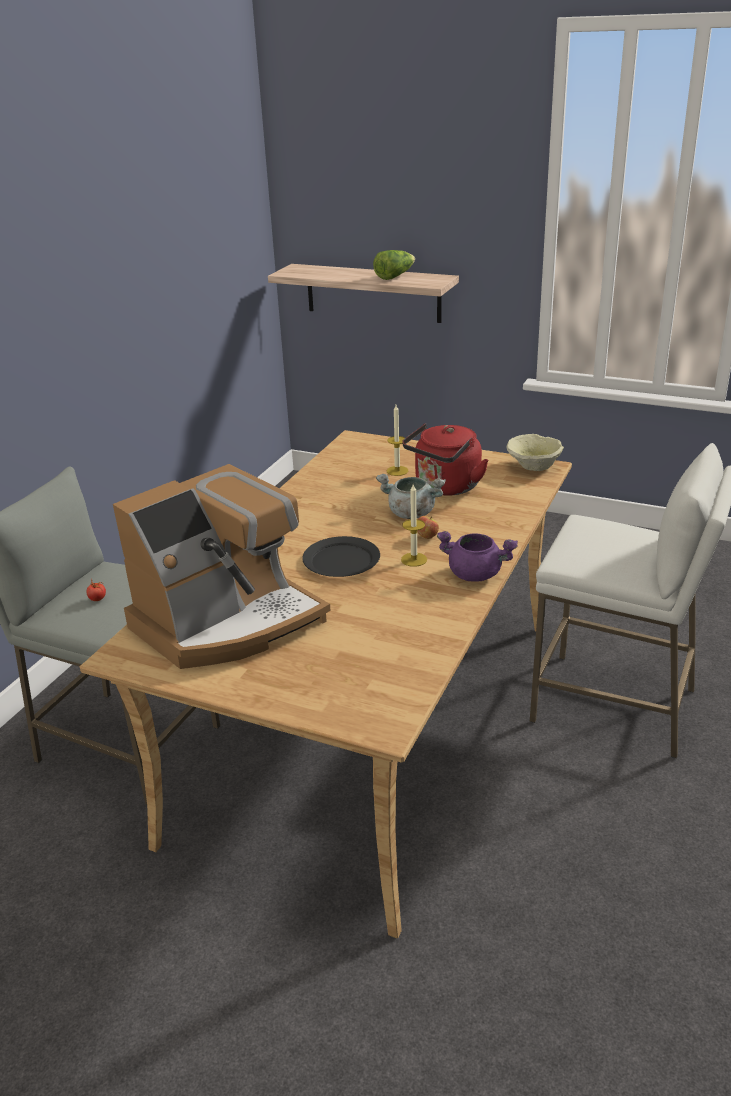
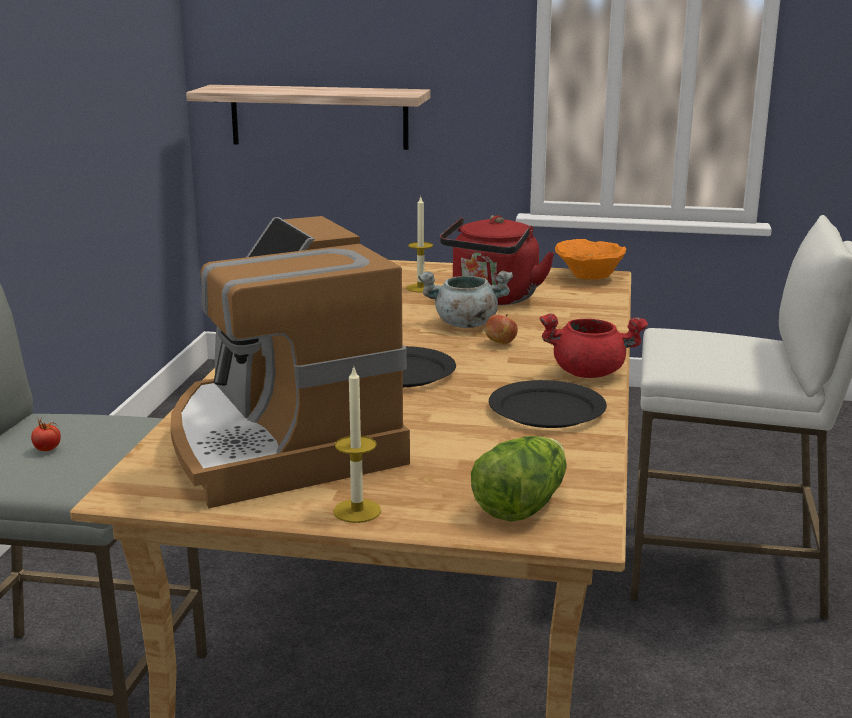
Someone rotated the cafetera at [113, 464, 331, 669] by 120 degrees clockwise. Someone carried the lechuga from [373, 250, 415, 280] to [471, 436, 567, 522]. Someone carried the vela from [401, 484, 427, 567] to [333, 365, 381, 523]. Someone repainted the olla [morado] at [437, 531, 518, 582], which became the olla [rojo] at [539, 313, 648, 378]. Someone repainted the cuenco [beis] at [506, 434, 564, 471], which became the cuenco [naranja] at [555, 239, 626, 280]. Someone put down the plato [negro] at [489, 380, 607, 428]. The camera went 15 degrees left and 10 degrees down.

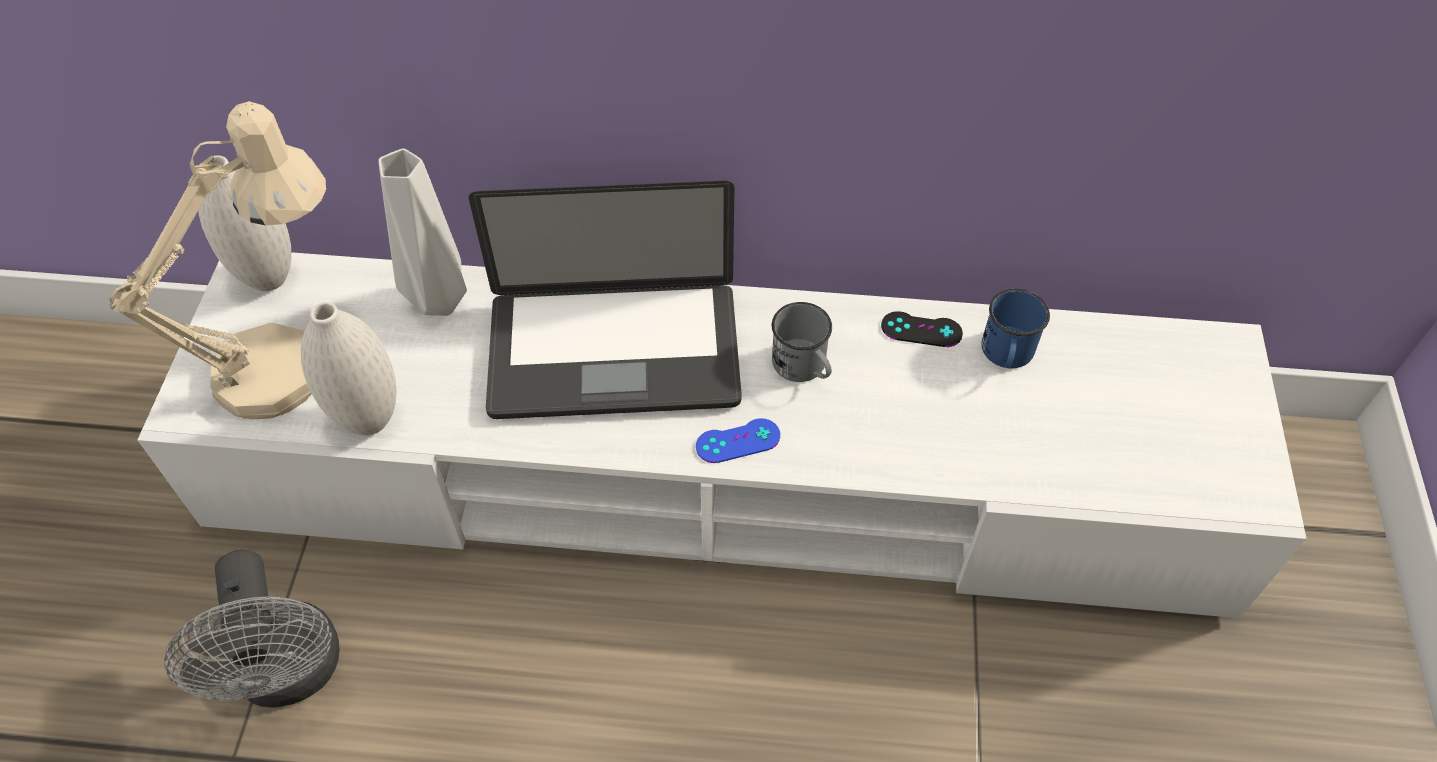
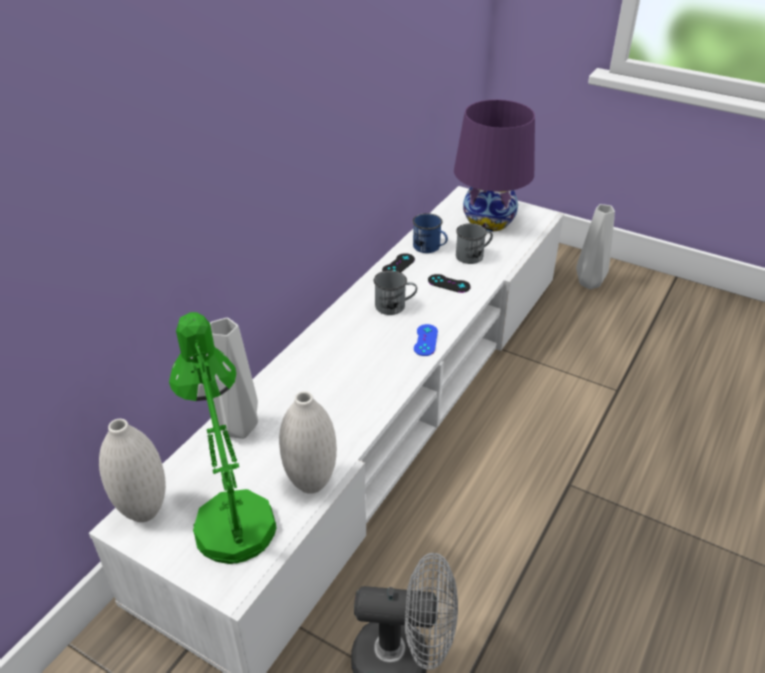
Someone repainted the lámpara de mesa [beis] at [109, 101, 326, 419], which became the lámpara de mesa [verde] at [169, 312, 276, 564]. Someone took away the portátil at [469, 180, 742, 419]. Someone put down the mando de consola [negro] at [428, 274, 471, 293]. Someone put down the lámpara de mesa [morado] at [454, 100, 535, 232]. Someone put down the taza grande [gris] at [456, 223, 493, 264]. Someone put down the florero [gris] at [576, 204, 615, 289]. The camera went 65 degrees left and 15 degrees down.

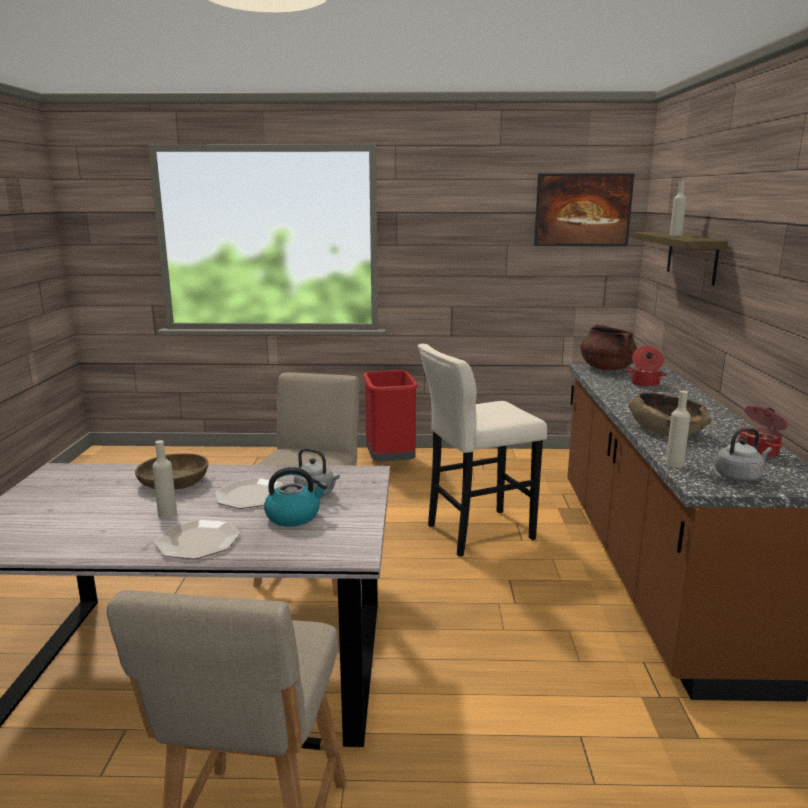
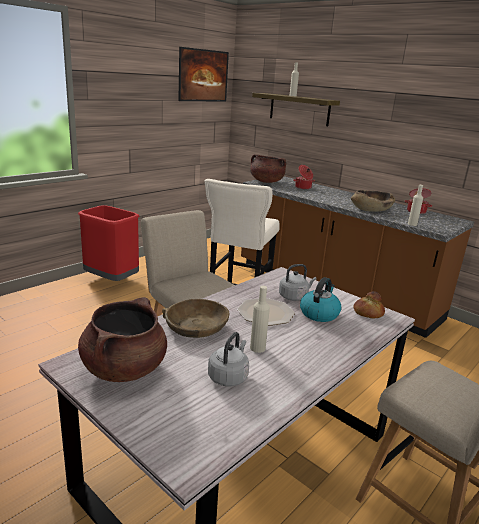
Someone took away the plato at [154, 519, 240, 559]. Someone carried the hervidor [gris] from [715, 428, 772, 482] to [208, 332, 249, 386]. Someone put down the olla [marrón] at [78, 297, 167, 382]. Someone put down the pan at [354, 291, 385, 318]. The camera went 50 degrees left and 5 degrees up.

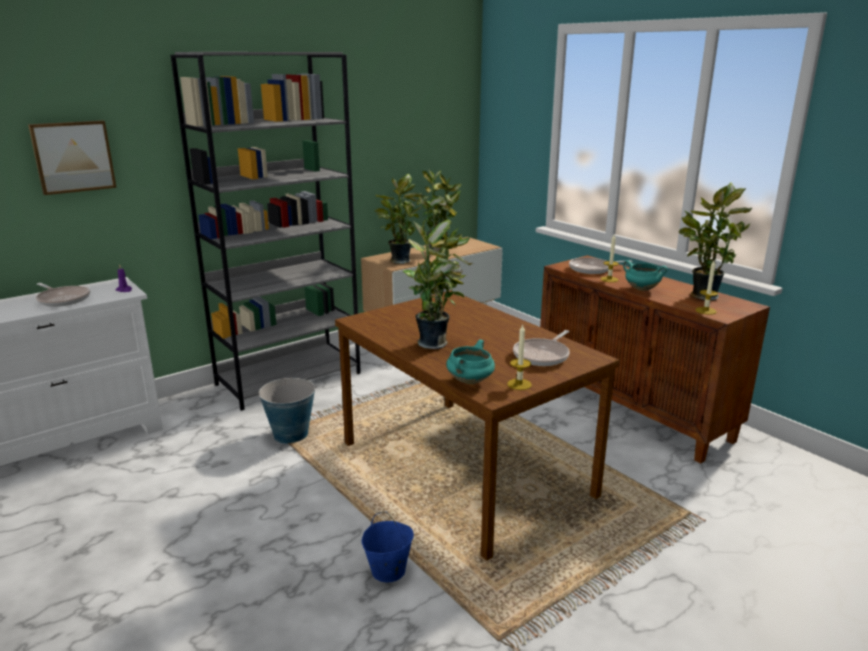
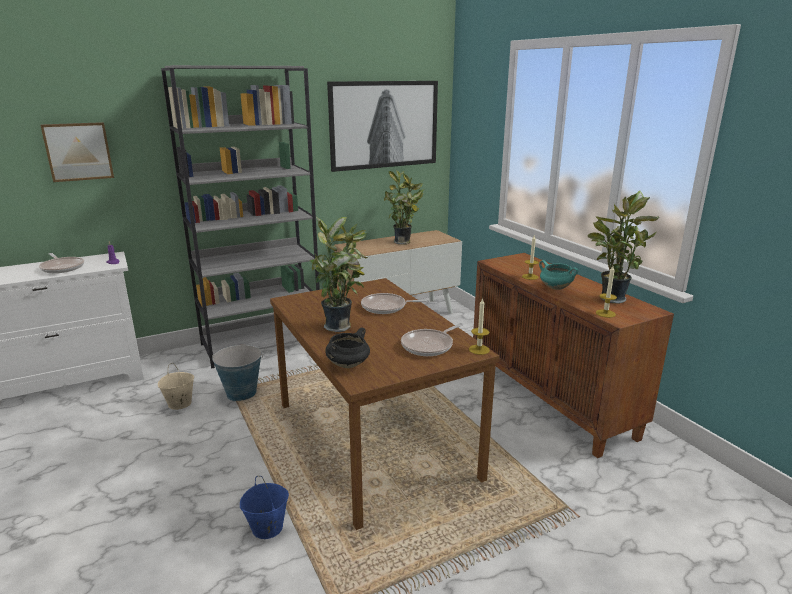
Someone took away the planta en maceta at [375, 174, 423, 264]. Someone repainted the olla [turquesa] at [446, 340, 495, 384], which became the olla [negro] at [325, 327, 370, 368]. Someone carried the vela from [507, 324, 532, 390] to [469, 298, 490, 355]. Someone carried the sartén from [569, 257, 633, 274] to [361, 293, 430, 314]. Someone put down the cubo [beis] at [158, 363, 194, 410]. Someone put up the cuadro at [327, 81, 438, 172]. The camera went 10 degrees right and 0 degrees up.

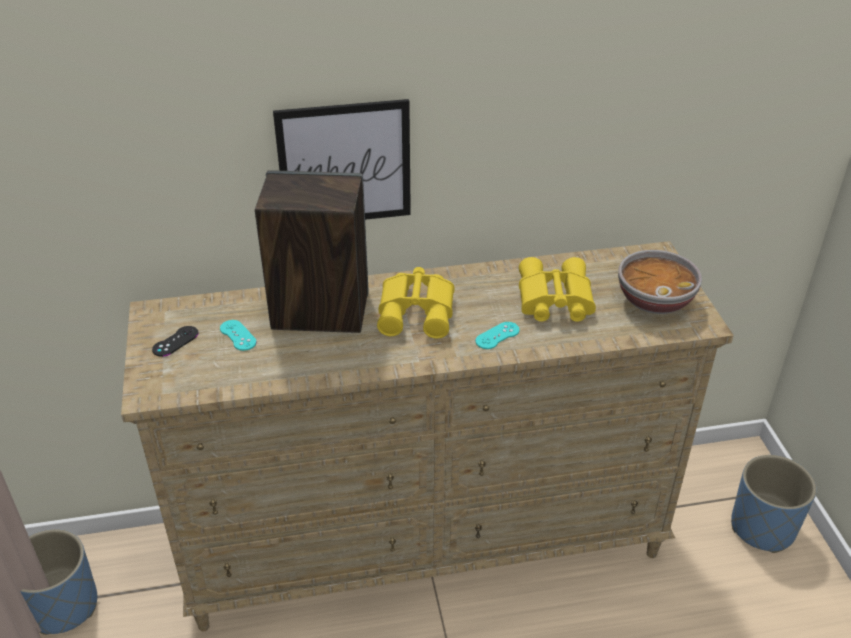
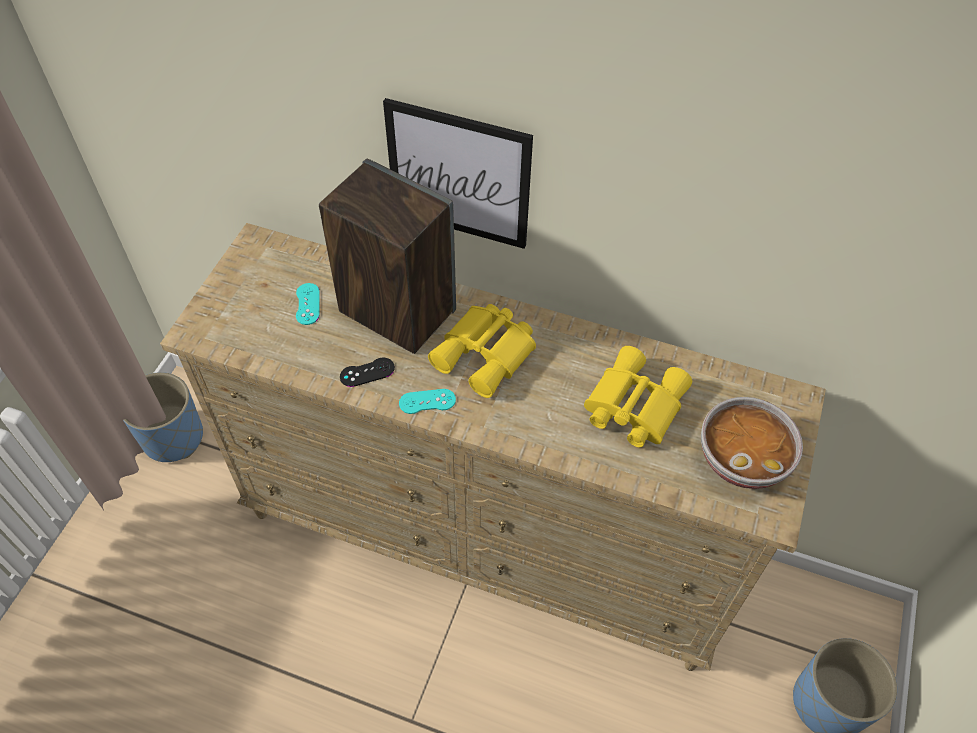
Someone carried the mando de consola [negro] from [152, 326, 199, 357] to [340, 358, 395, 387]. Someone carried the mando de consola [turquesa] from [475, 322, 520, 349] to [399, 389, 456, 414]. The camera went 30 degrees right and 15 degrees up.

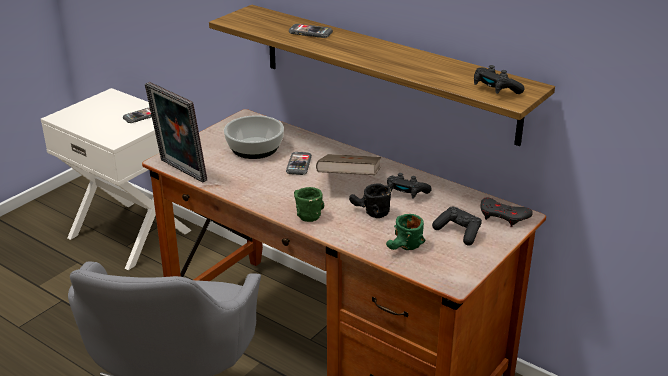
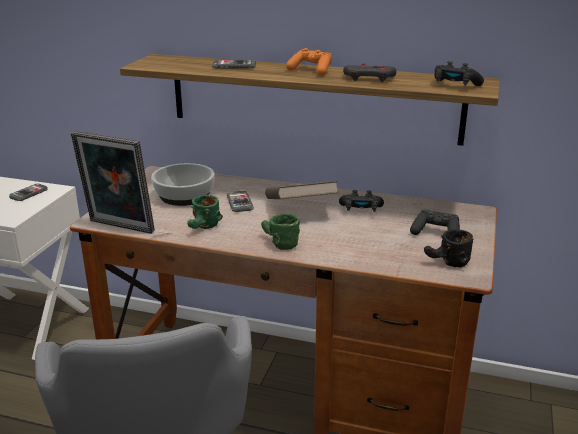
Someone carried the taza grande [negro] from [349, 183, 391, 218] to [424, 229, 474, 267]. Someone carried the taza grande [verde] from [386, 214, 425, 250] to [187, 195, 223, 229]. Someone carried the mando de consola [gris] from [480, 197, 533, 227] to [343, 63, 396, 83]. Someone put down the mando de consola [naranja] at [286, 48, 332, 76]. The camera went 20 degrees left and 5 degrees down.

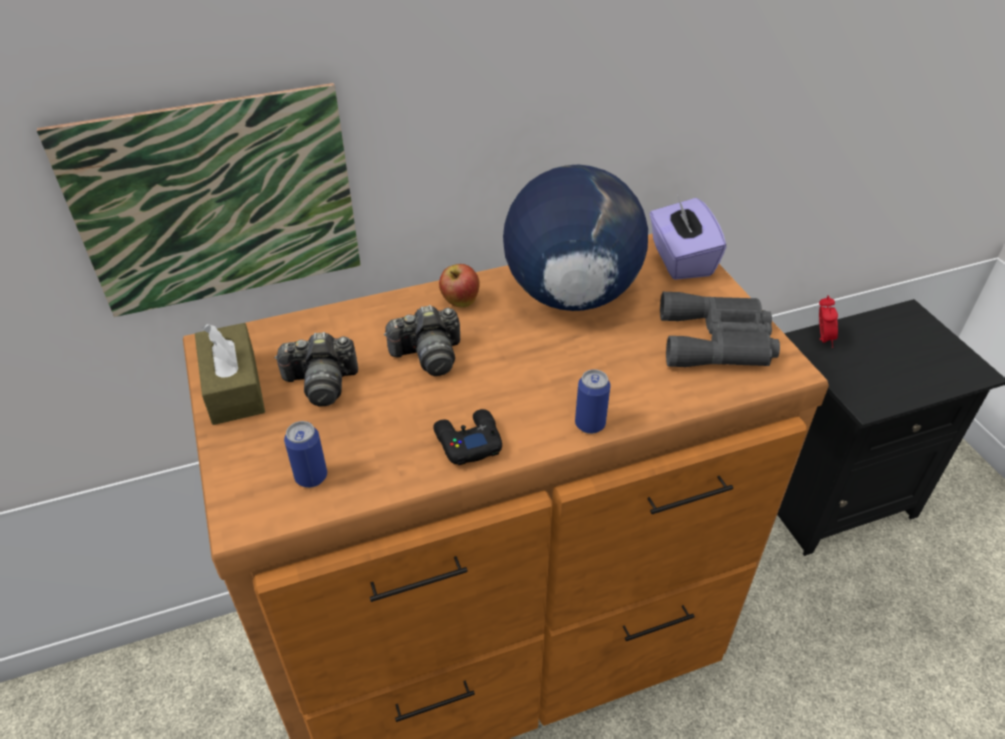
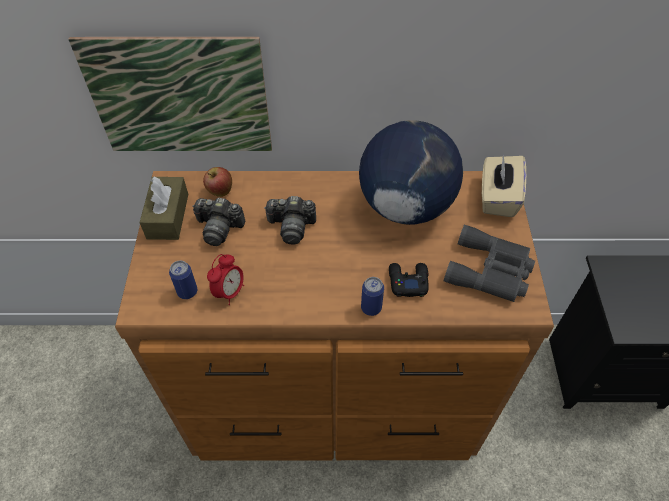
Someone carried the mando de consola [negro] from [433, 409, 502, 466] to [389, 263, 429, 297]. Someone carried the manzana from [439, 264, 480, 308] to [203, 167, 232, 197]. Someone repainted the caja de pañuelos [morado] at [649, 197, 726, 280], which became the caja de pañuelos [beis] at [482, 154, 526, 217]. Someone carried the despertador from [819, 295, 838, 348] to [207, 254, 244, 305]. The camera went 20 degrees right and 10 degrees up.

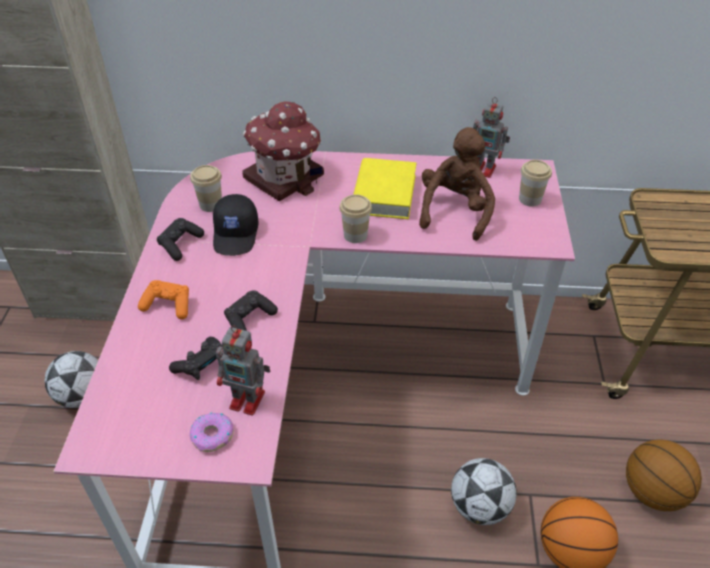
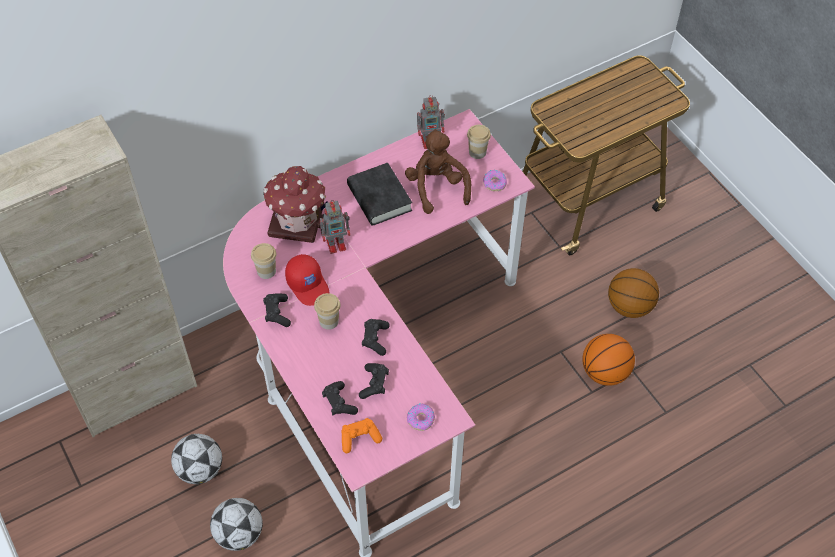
Someone carried the mando de consola [naranja] from [138, 280, 189, 319] to [342, 418, 382, 453]. Someone repainted the gorra [negro] at [213, 194, 258, 256], which became the gorra [rojo] at [285, 254, 330, 306]. Someone carried the robot de juguete from [216, 326, 270, 415] to [319, 200, 350, 254]. Someone carried the taza from [339, 194, 372, 243] to [314, 293, 341, 330]. Someone repainted the libro [amarillo] at [353, 158, 416, 219], which became the libro [negro] at [347, 163, 412, 226]. Someone carried the balón de fútbol from [451, 458, 517, 525] to [210, 498, 263, 551]. Someone put down the mando de consola [negro] at [322, 381, 358, 415]. Someone put down the rosquilla at [483, 170, 507, 191]. The camera went 35 degrees left and 10 degrees up.

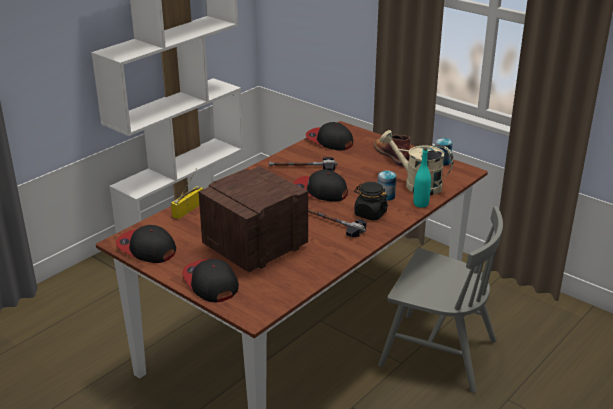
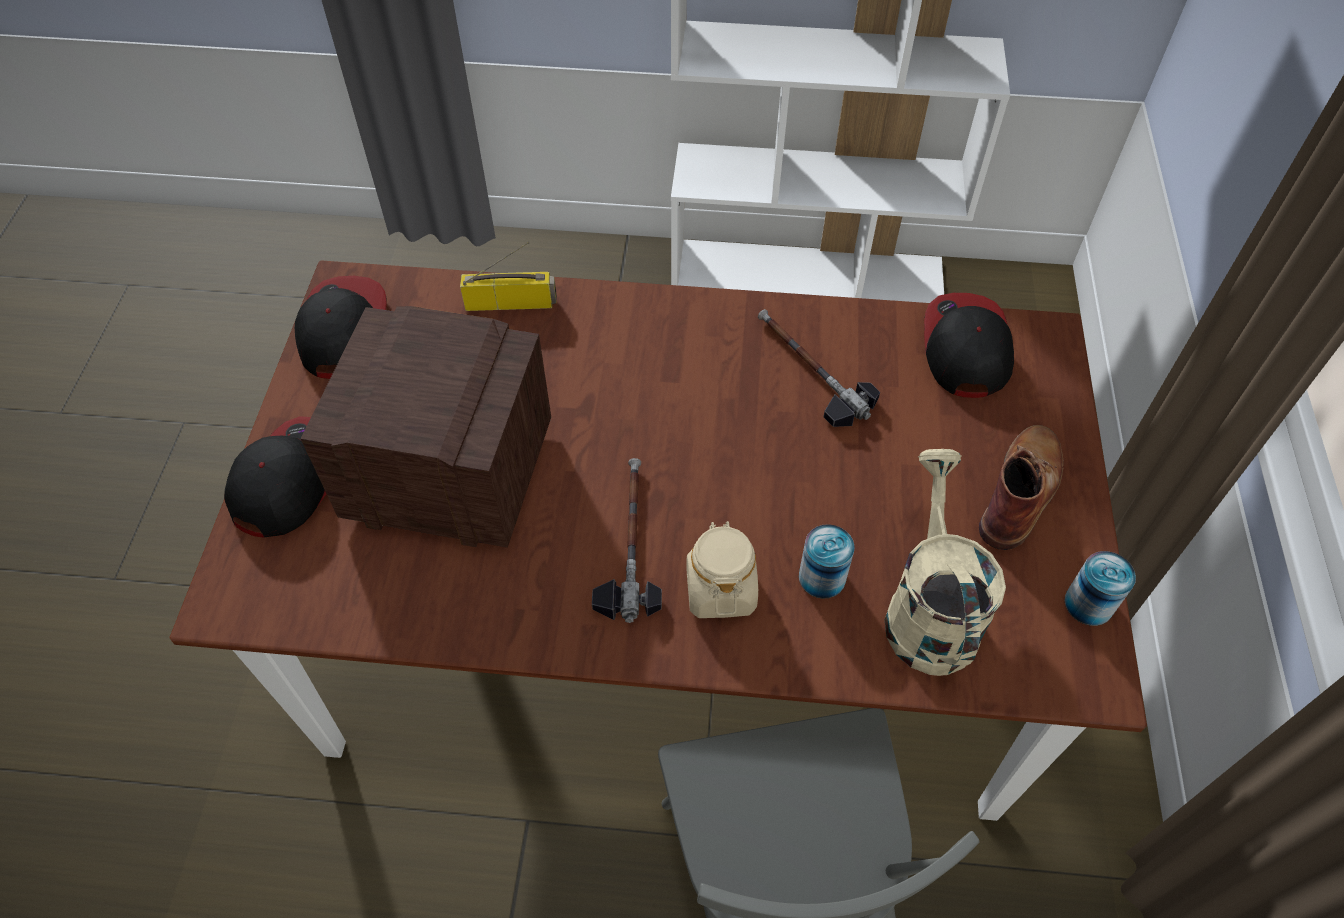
Someone took away the gorra at [293, 170, 348, 202]. Someone repainted the tarro [negro] at [354, 182, 388, 221], which became the tarro [beis] at [686, 521, 758, 618]. Someone took away the botella [turquesa] at [413, 148, 431, 208]. The camera went 55 degrees right and 25 degrees up.

